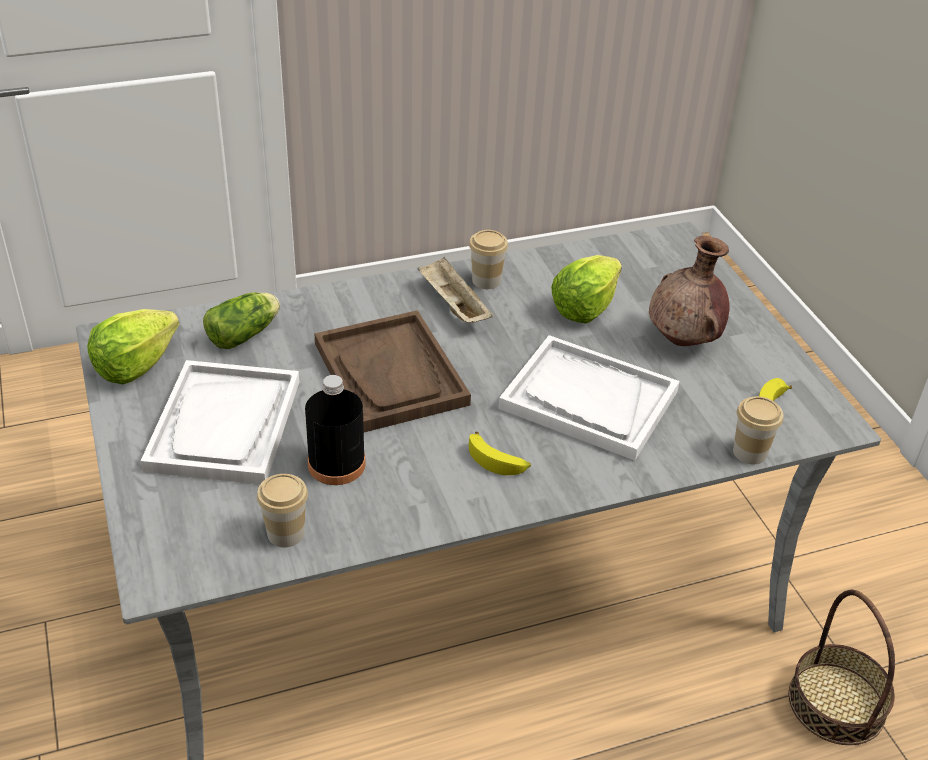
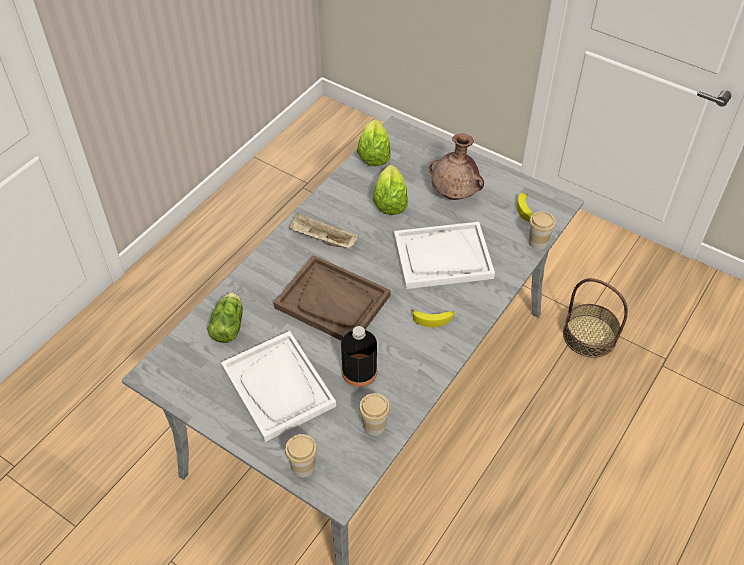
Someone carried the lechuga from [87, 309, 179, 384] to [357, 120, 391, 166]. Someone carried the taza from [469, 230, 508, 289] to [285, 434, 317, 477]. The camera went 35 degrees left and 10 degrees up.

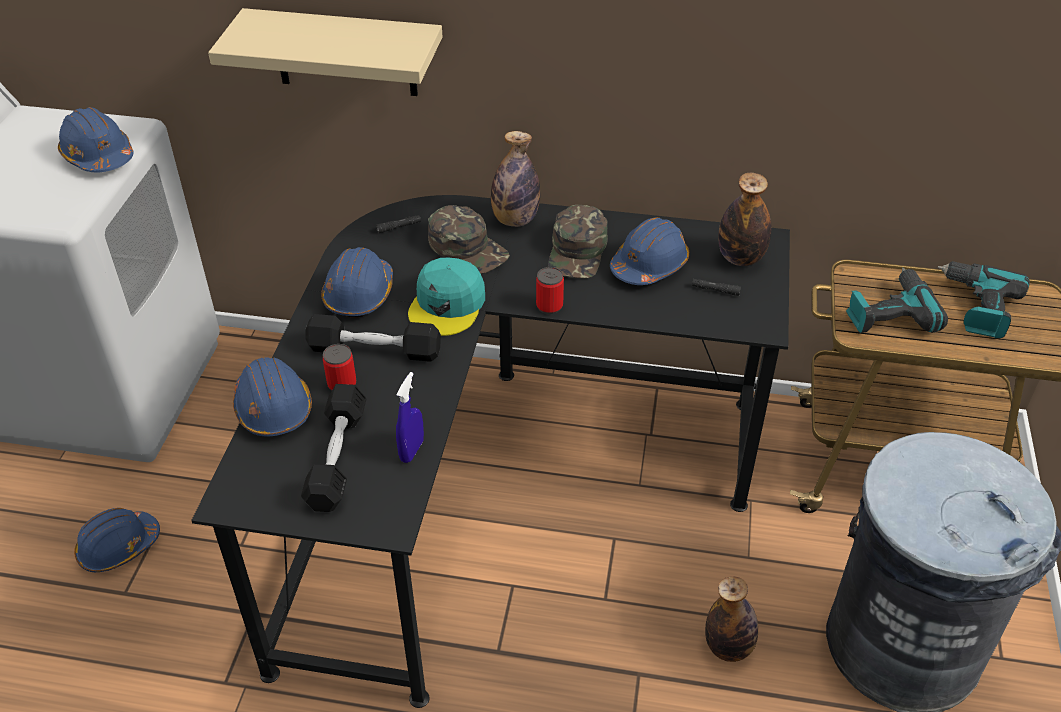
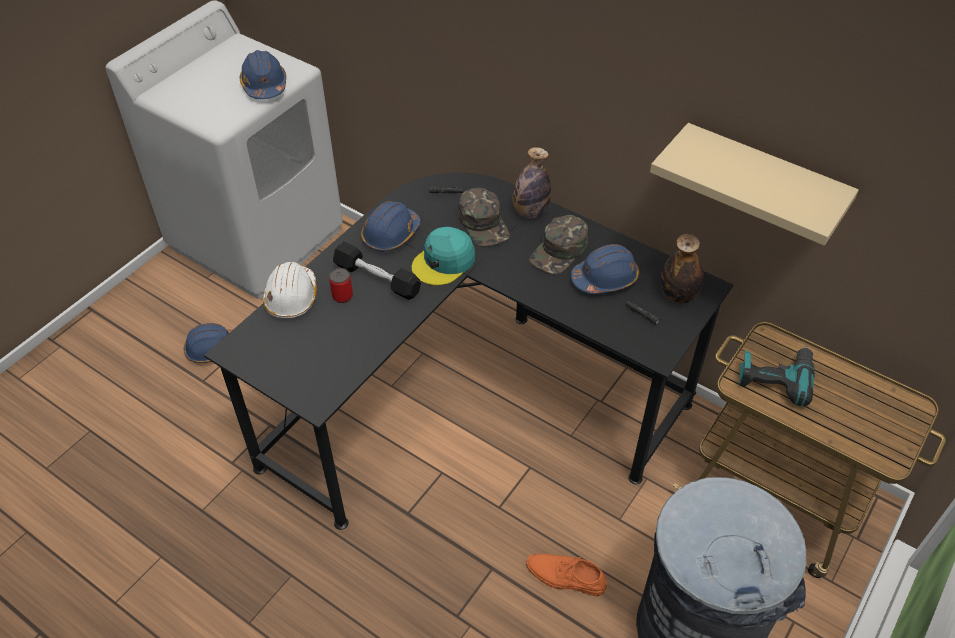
Someone carried the estante [beis] from [208, 8, 443, 96] to [650, 123, 859, 246]. Someone repainted the casco [azul] at [233, 357, 312, 436], which became the casco [blanco] at [263, 262, 317, 318]. Someone took away the mancuerna [negro] at [301, 384, 367, 512]. Someone took away the pulverizador [azul] at [396, 372, 424, 463]. Someone took away the lata at [536, 267, 564, 314]. Someone swapped the botella at [705, 576, 758, 662] for the zapato [naranja] at [526, 554, 607, 596]. Someone took away the taladro at [938, 261, 1030, 339]. The camera went 25 degrees right and 5 degrees up.

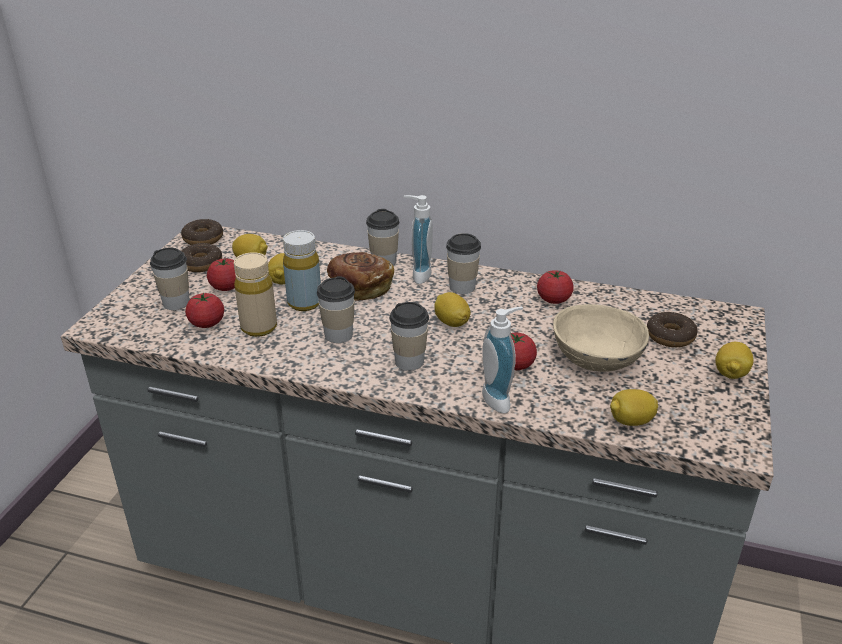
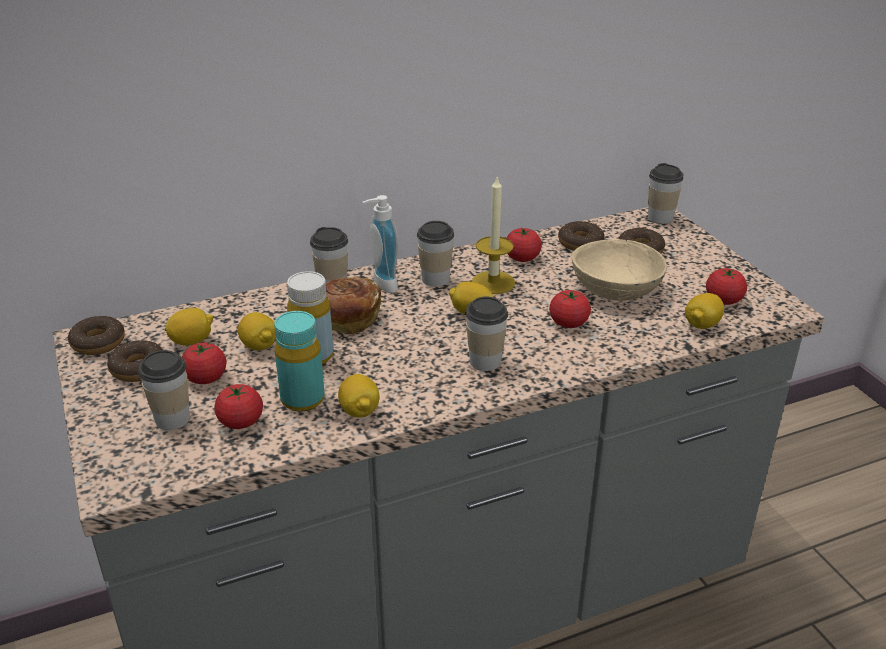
Someone repainted the botella [beis] at [234, 252, 277, 337], which became the botella [turquesa] at [274, 311, 324, 412]. Someone carried the taza from [317, 276, 355, 343] to [648, 163, 683, 224]. Someone took away the dispensador de jabón at [482, 307, 523, 413]. Someone carried the limón from [715, 342, 754, 379] to [338, 374, 379, 417]. Someone put down the vela at [472, 177, 515, 294]. Someone put down the rosquilla at [558, 221, 605, 251]. Someone put down the tomate at [706, 268, 747, 305]. The camera went 40 degrees left and 0 degrees up.

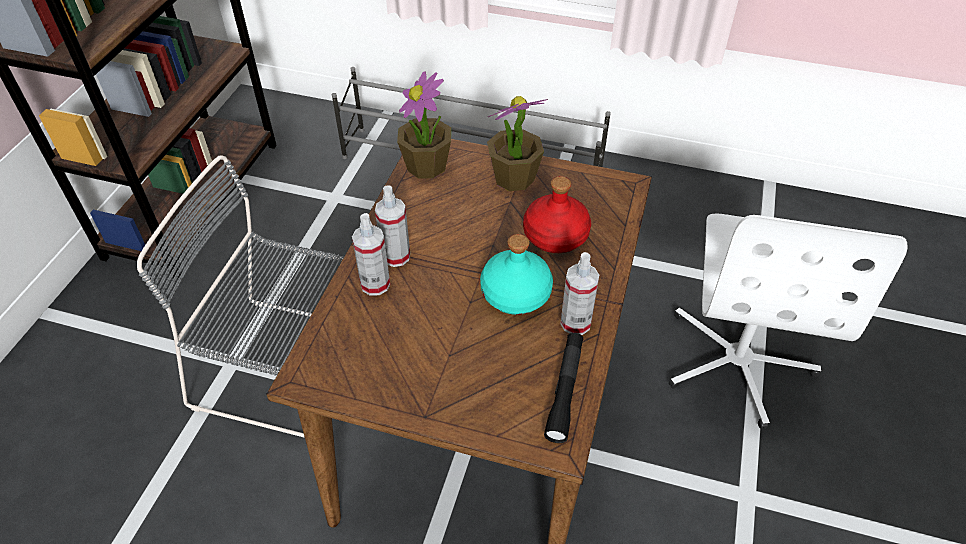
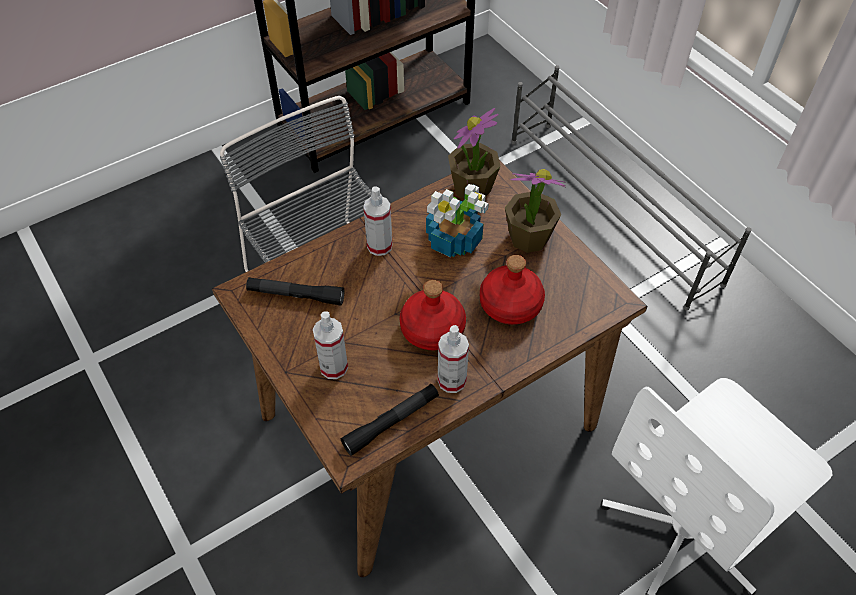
Someone carried the pulverizador from [352, 213, 390, 296] to [313, 311, 348, 379]. Someone repainted the botella [turquesa] at [480, 234, 553, 315], which became the botella [rojo] at [400, 280, 466, 350]. Someone put down the linterna [negro] at [246, 277, 344, 305]. Someone put down the planta en maceta at [426, 184, 489, 257]. The camera went 40 degrees right and 5 degrees up.

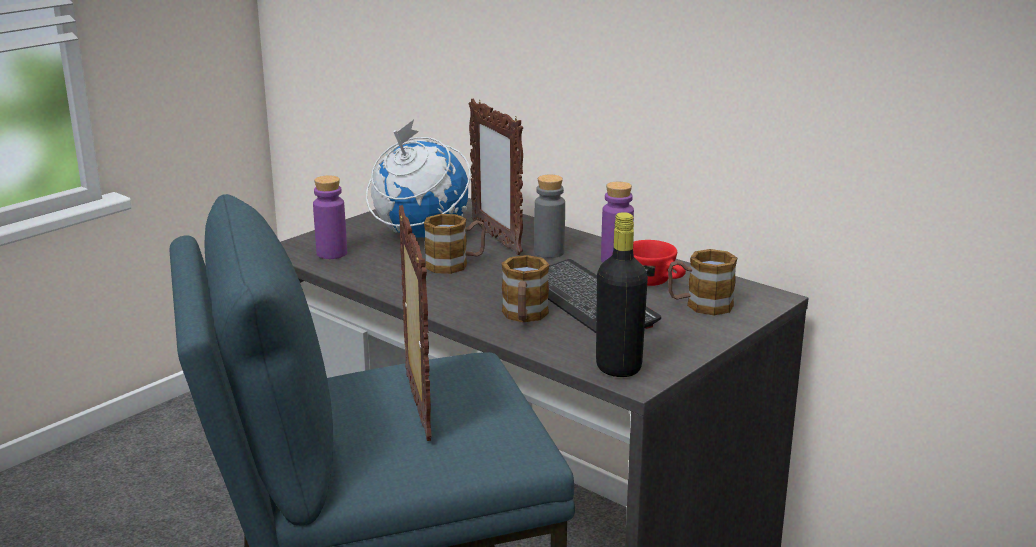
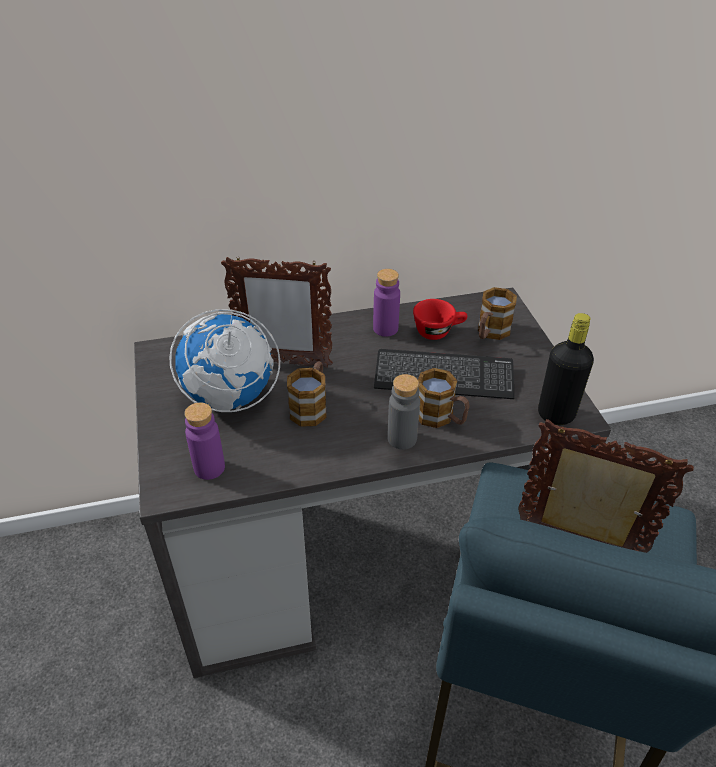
Someone carried the botella [gris] from [534, 174, 565, 258] to [387, 374, 420, 449]. The camera went 55 degrees left and 20 degrees up.

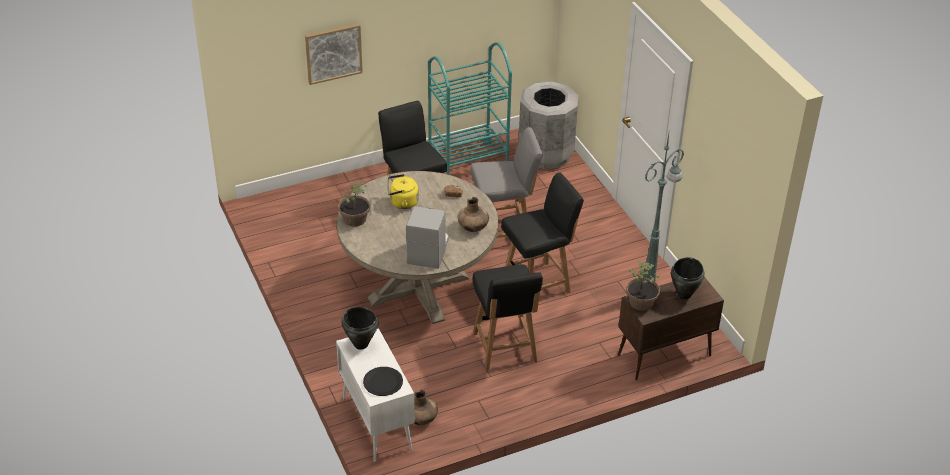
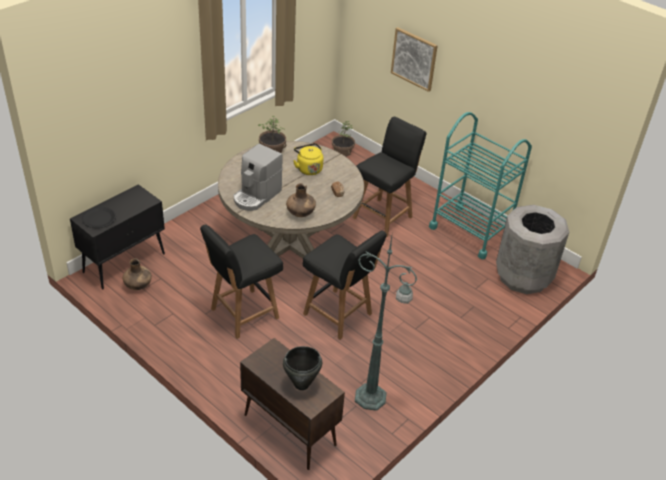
Someone repainted the armario [blanco] at [336, 329, 415, 462], which became the armario [negro] at [70, 184, 165, 289]. Someone took away the olla [negro] at [342, 307, 378, 350]. Someone rotated the cafetera at [406, 206, 449, 269] by 135 degrees clockwise. Someone took away the silla [gris] at [470, 127, 543, 238]. Someone carried the planta en maceta from [626, 261, 661, 311] to [332, 121, 355, 157]. The camera went 65 degrees right and 0 degrees up.

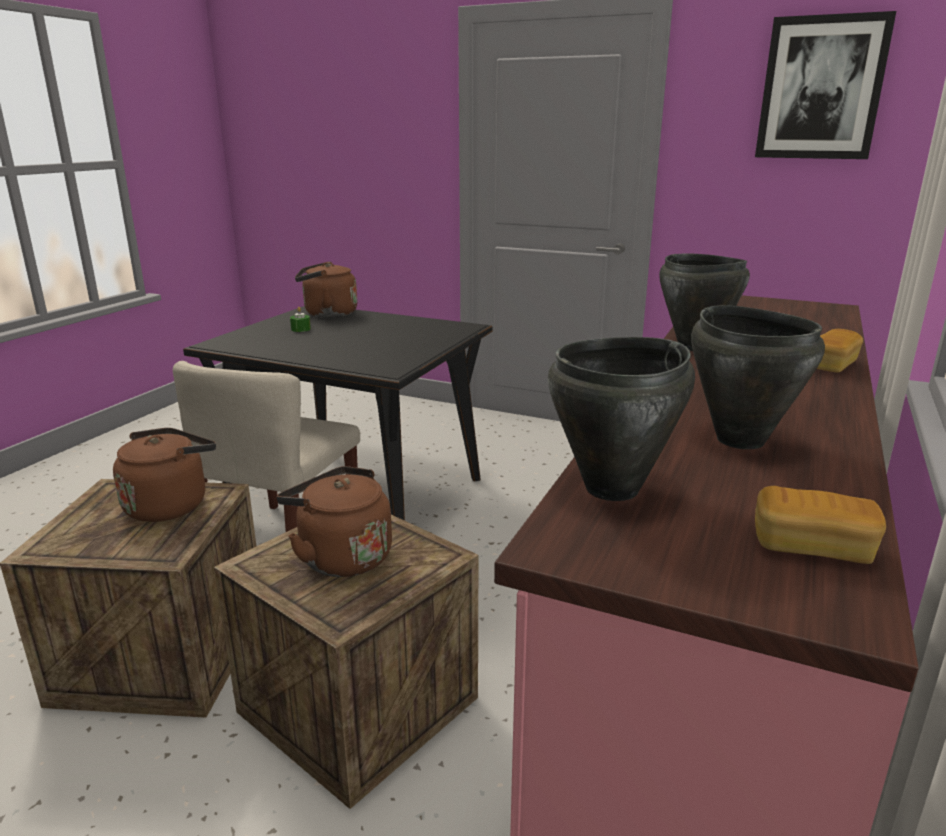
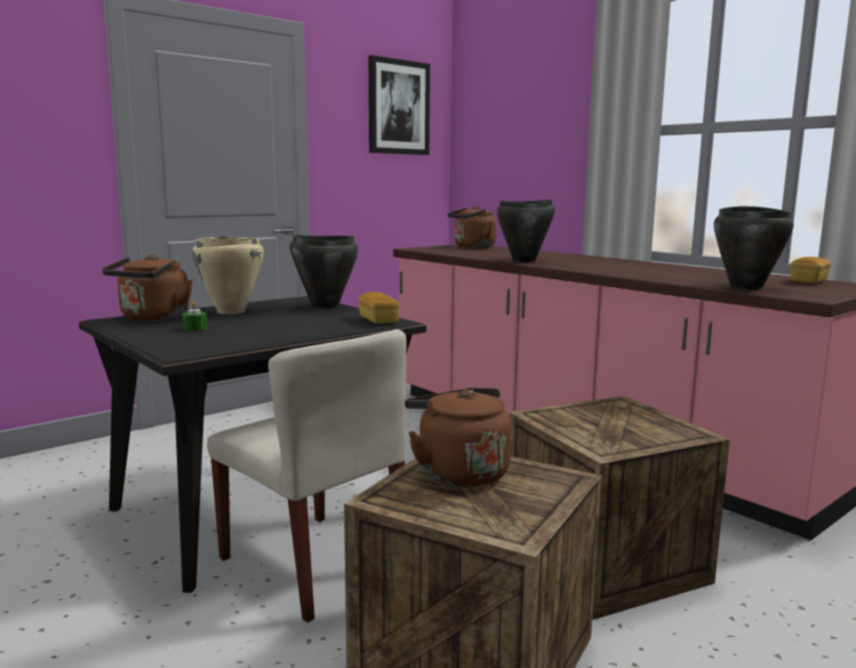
Someone carried the hervidor [marrón] from [277, 466, 392, 577] to [447, 206, 496, 248]. Someone carried the olla [negro] from [691, 305, 825, 449] to [290, 235, 359, 309]. Someone carried the pan from [817, 329, 863, 373] to [358, 292, 400, 324]. Someone put down the olla [beis] at [192, 236, 264, 314]. The camera went 65 degrees left and 10 degrees down.

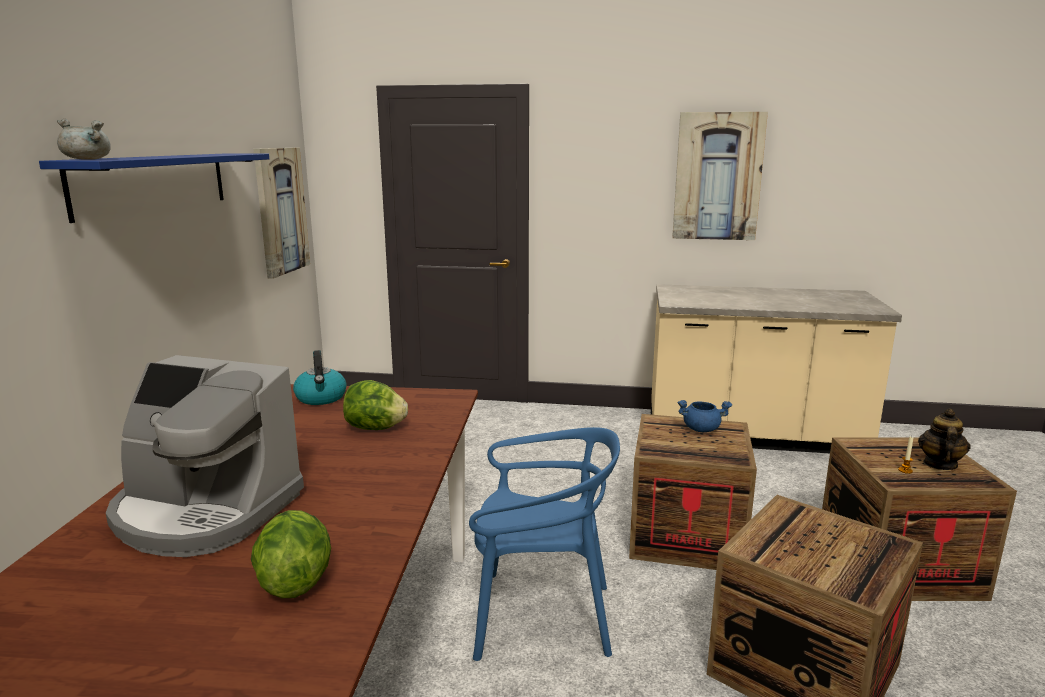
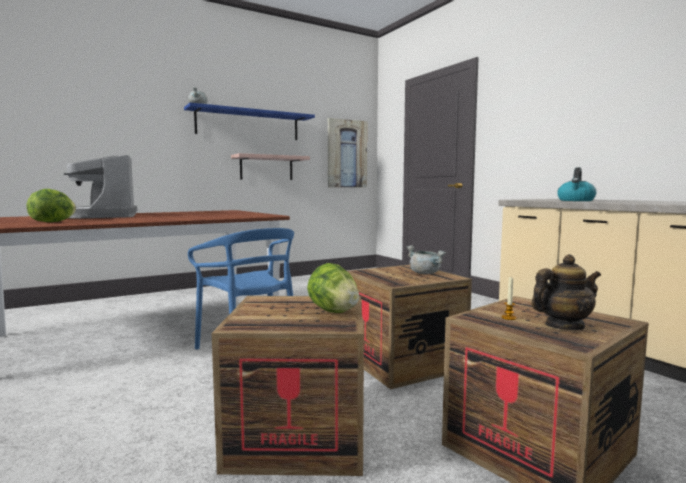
Someone carried the hervidor from [293, 350, 347, 405] to [557, 167, 597, 201]. Someone carried the lechuga from [343, 380, 408, 430] to [307, 263, 359, 313]. Someone took away the cuadro at [672, 112, 768, 240]. Someone repainted the olla [azul] at [678, 400, 732, 432], which became the olla [gris] at [407, 245, 446, 274]. Someone put up the estante at [231, 153, 310, 180]. The camera went 50 degrees right and 10 degrees down.

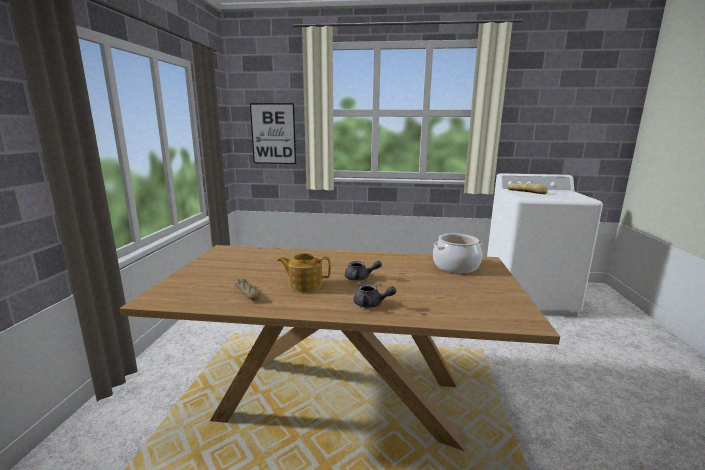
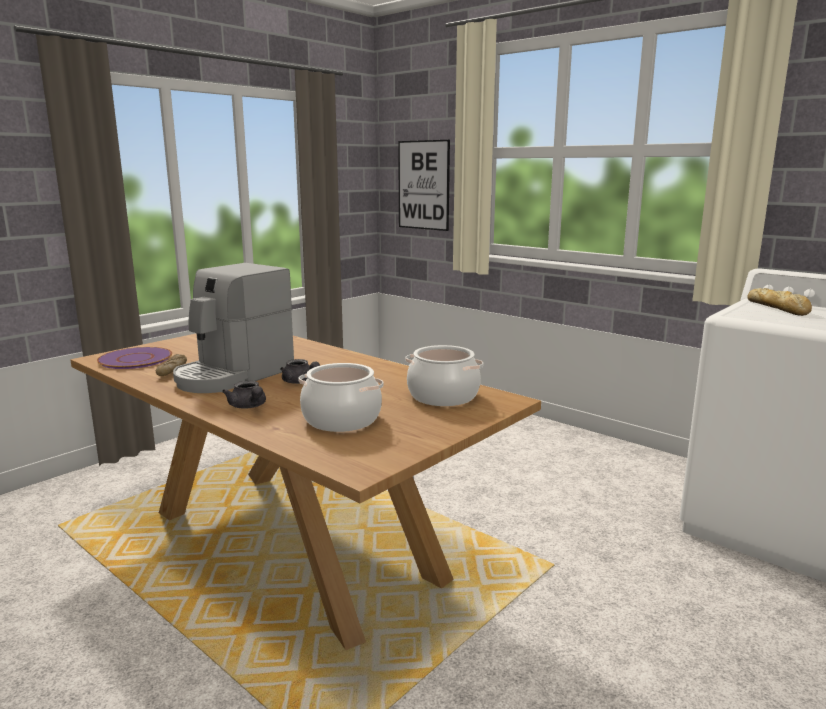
Someone swapped the tetera at [277, 253, 331, 292] for the cafetera at [173, 263, 294, 393]. Someone put down the plato [morado] at [97, 347, 172, 369]. Someone put down the olla at [298, 363, 384, 432]. The camera went 35 degrees right and 0 degrees up.

